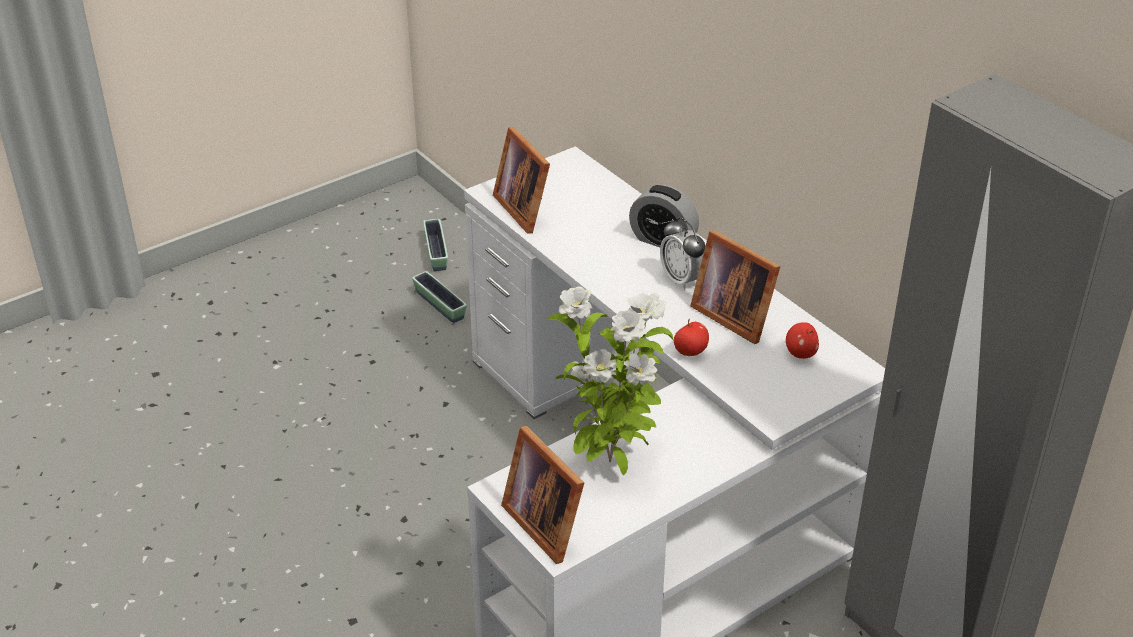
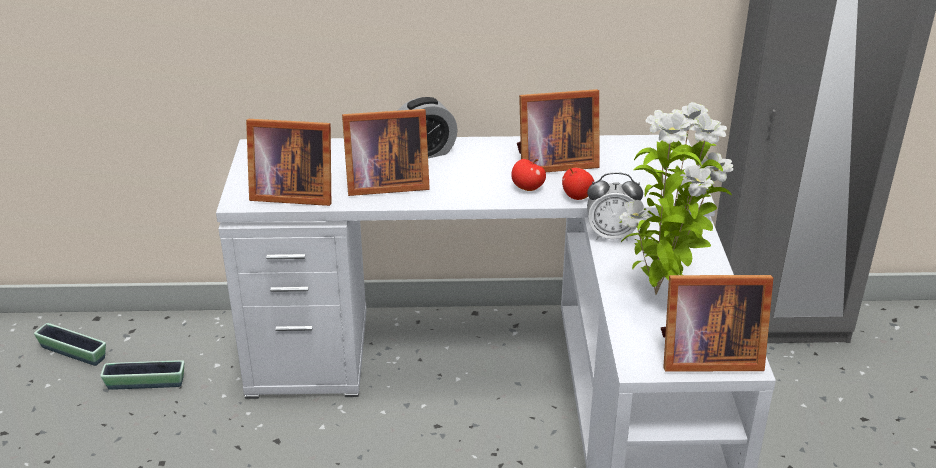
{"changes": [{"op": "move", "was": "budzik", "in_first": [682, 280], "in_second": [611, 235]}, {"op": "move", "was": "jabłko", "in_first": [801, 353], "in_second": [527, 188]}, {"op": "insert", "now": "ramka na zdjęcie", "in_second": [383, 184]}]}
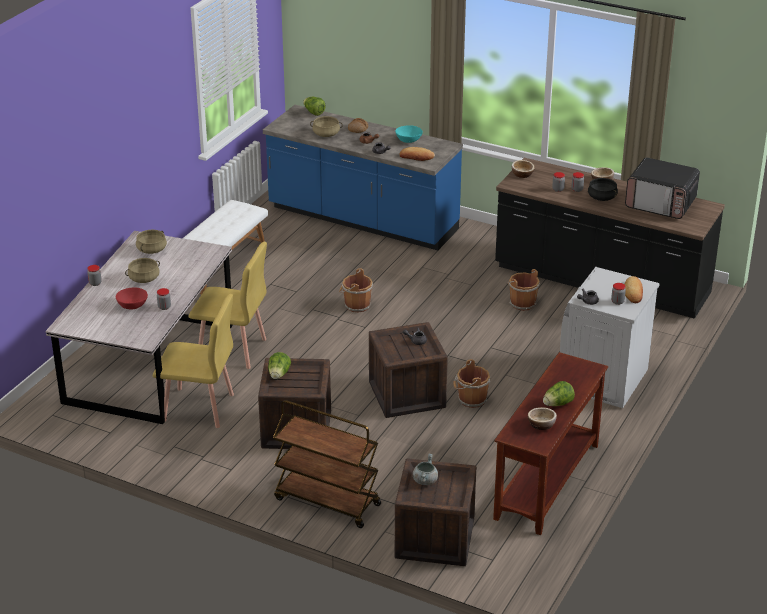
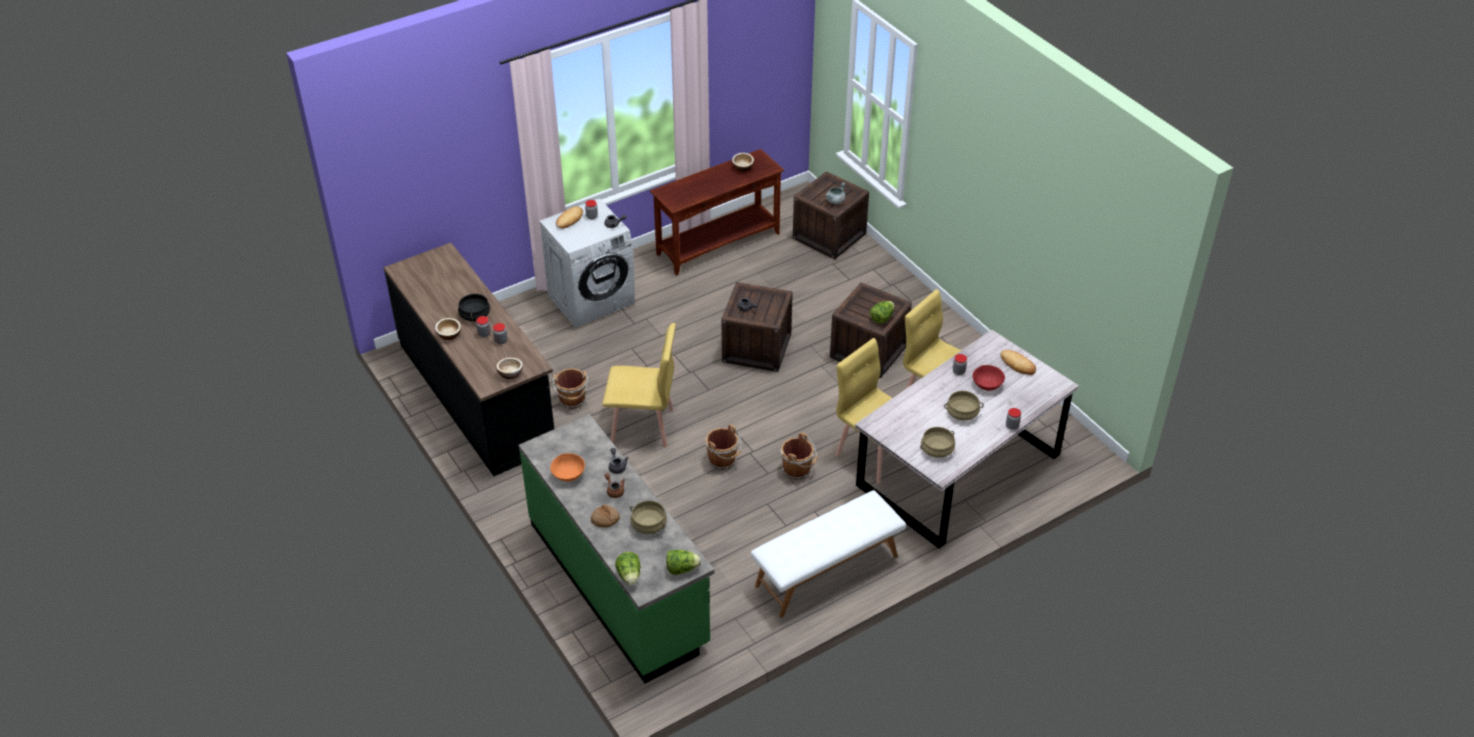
{"changes": [{"op": "recolor", "was": "zabudowa kuchenna/niebieski", "now": "zabudowa kuchenna/zielony", "in_first": [362, 220], "in_second": [619, 583]}, {"op": "delete", "was": "wózek/brązowy", "in_first": [326, 502]}, {"op": "recolor", "was": "miska/turkusowy", "now": "miska/pomarańczowy", "in_first": [408, 140], "in_second": [568, 475]}, {"op": "move", "was": "chleb", "in_first": [416, 157], "in_second": [1017, 364]}, {"op": "move", "was": "wiadro/brązowy", "in_first": [471, 400], "in_second": [798, 470]}, {"op": "move", "was": "sałata", "in_first": [557, 404], "in_second": [682, 569]}, {"op": "delete", "was": "mikrofalówka", "in_first": [661, 204]}, {"op": "insert", "now": "krzesło/żółty", "in_second": [643, 426]}]}
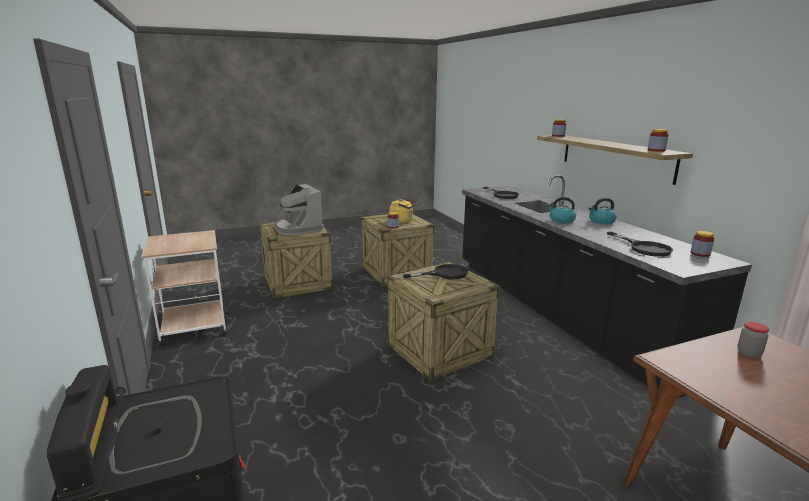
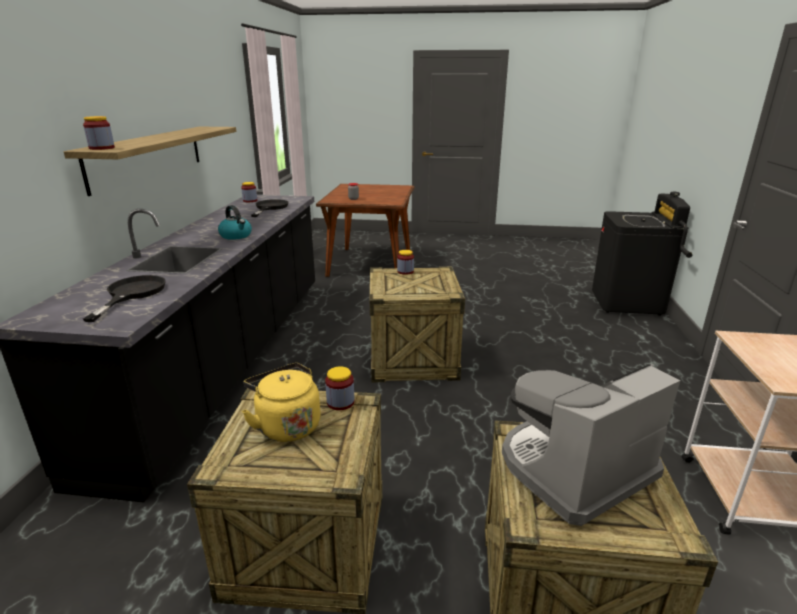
{"changes": [{"op": "rotate", "was": "ekspres do kawy", "in_first": [298, 228], "in_second": [573, 469], "clockwise": -120}, {"op": "delete", "was": "patelnia/czarny", "in_first": [444, 274]}, {"op": "delete", "was": "czajnik", "in_first": [601, 221]}, {"op": "move", "was": "słoik", "in_first": [656, 150], "in_second": [405, 271]}]}
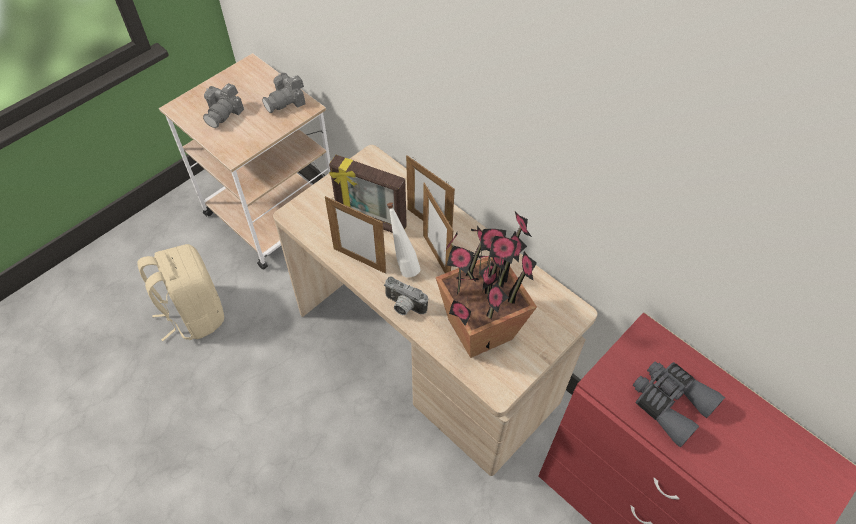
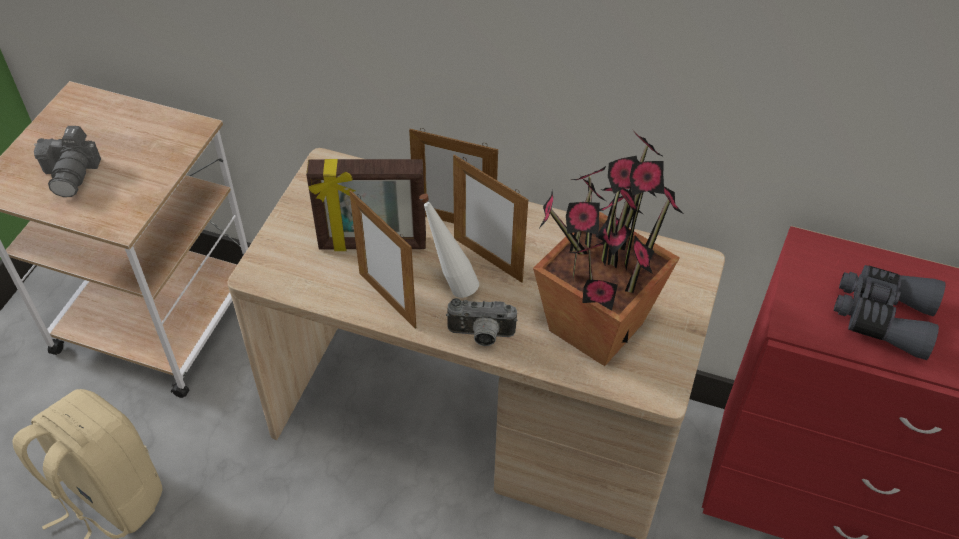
{"changes": [{"op": "delete", "was": "aparat fotograficzny", "in_first": [286, 101]}, {"op": "rotate", "was": "ramka na zdjęcie", "in_first": [359, 260], "in_second": [387, 300], "clockwise": 45}]}
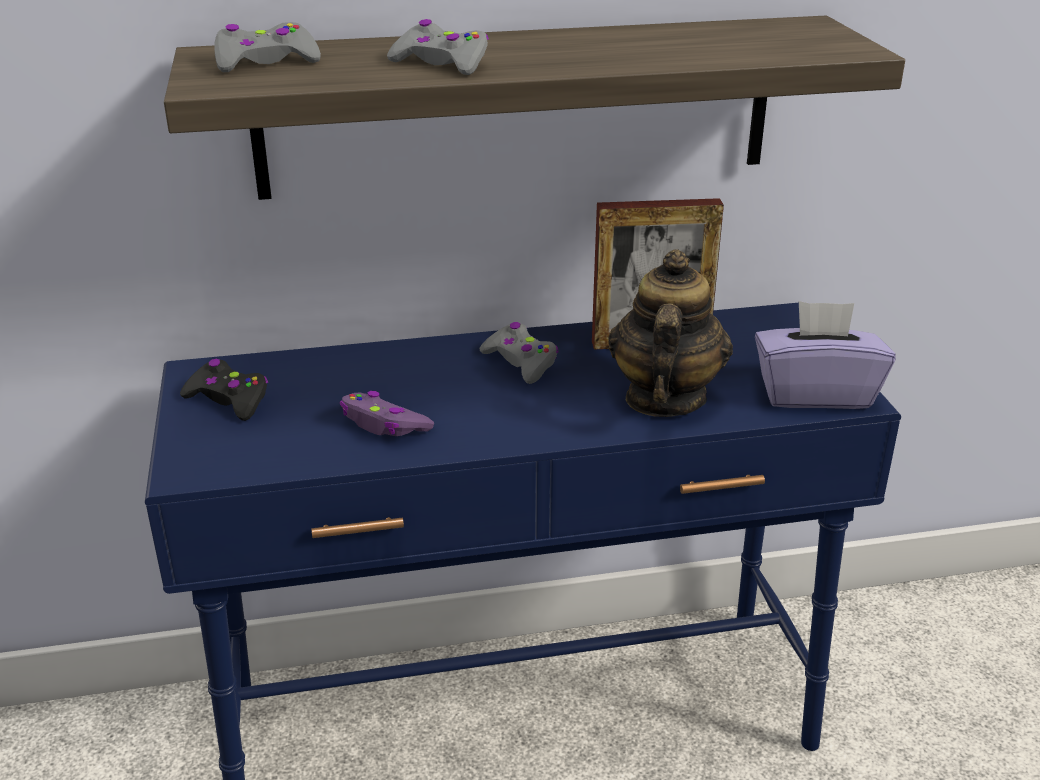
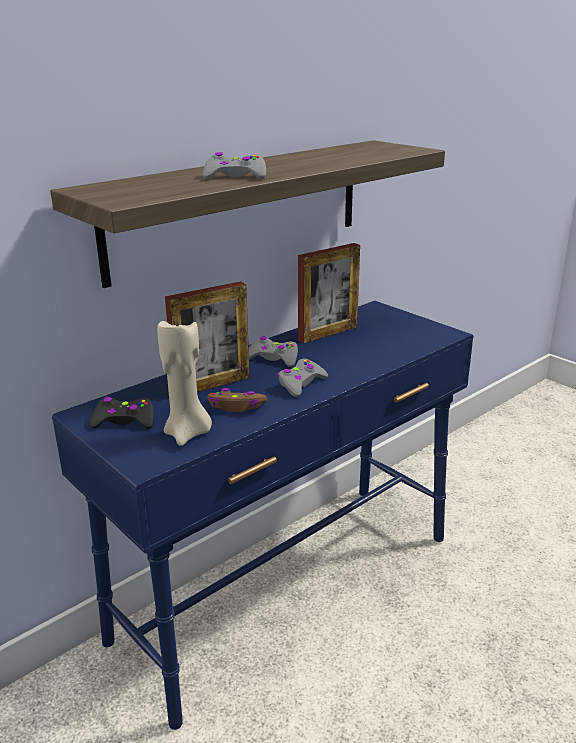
{"changes": [{"op": "move", "was": "pad do gier/szary", "in_first": [265, 62], "in_second": [301, 384]}, {"op": "recolor", "was": "pad do gier/fioletowy", "now": "pad do gier/brązowy", "in_first": [384, 425], "in_second": [236, 406]}, {"op": "delete", "was": "imbryk", "in_first": [664, 398]}, {"op": "delete", "was": "pudełko chusteczek/fioletowy", "in_first": [815, 393]}, {"op": "insert", "now": "świeca/beżowy", "in_second": [188, 434]}, {"op": "insert", "now": "ramka na zdjęcie", "in_second": [212, 385]}]}
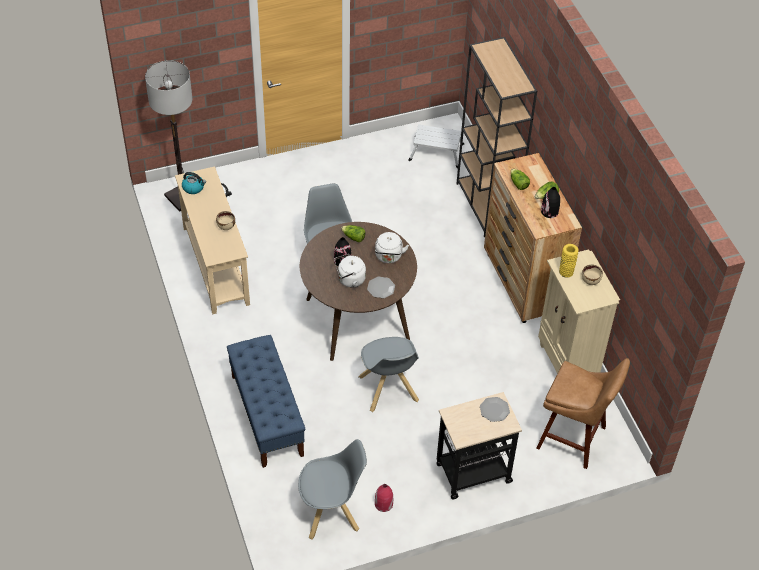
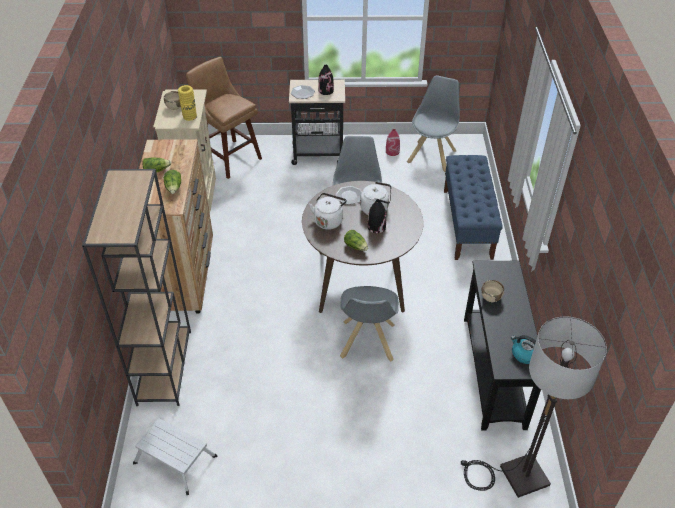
{"changes": [{"op": "recolor", "was": "stolik konsolowy/beżowy", "now": "stolik konsolowy/czarny", "in_first": [215, 265], "in_second": [494, 372]}, {"op": "rotate", "was": "krzesło/szary", "in_first": [331, 511], "in_second": [432, 155], "clockwise": 105}, {"op": "move", "was": "wazon/czarny", "in_first": [549, 212], "in_second": [326, 90]}]}
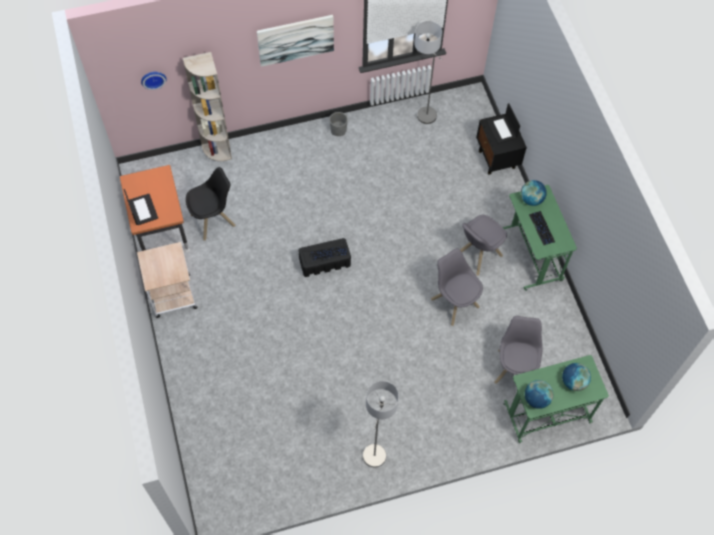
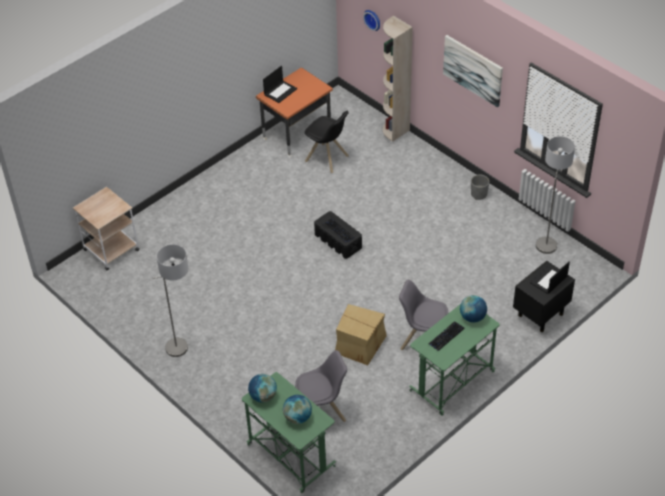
{"changes": [{"op": "move", "was": "wózek/beżowy", "in_first": [172, 294], "in_second": [112, 249]}, {"op": "replace", "was": "krzesło/szary", "now": "karton", "in_first": [454, 303], "in_second": [359, 344]}]}
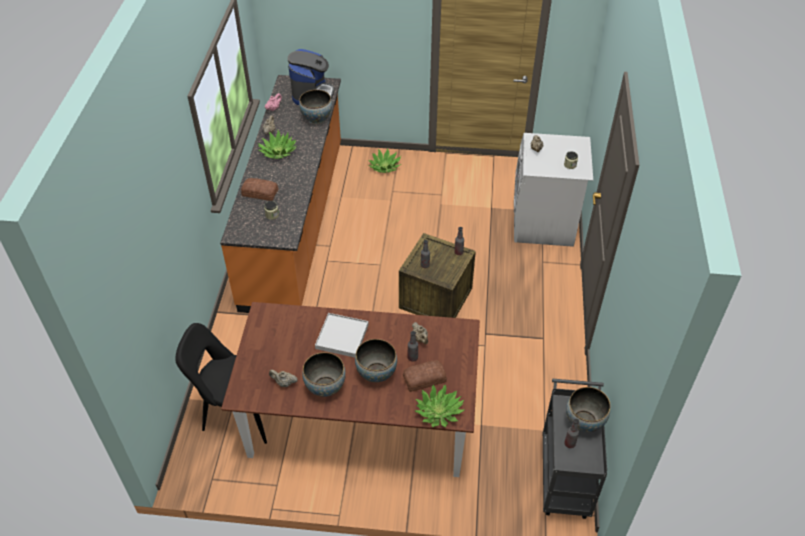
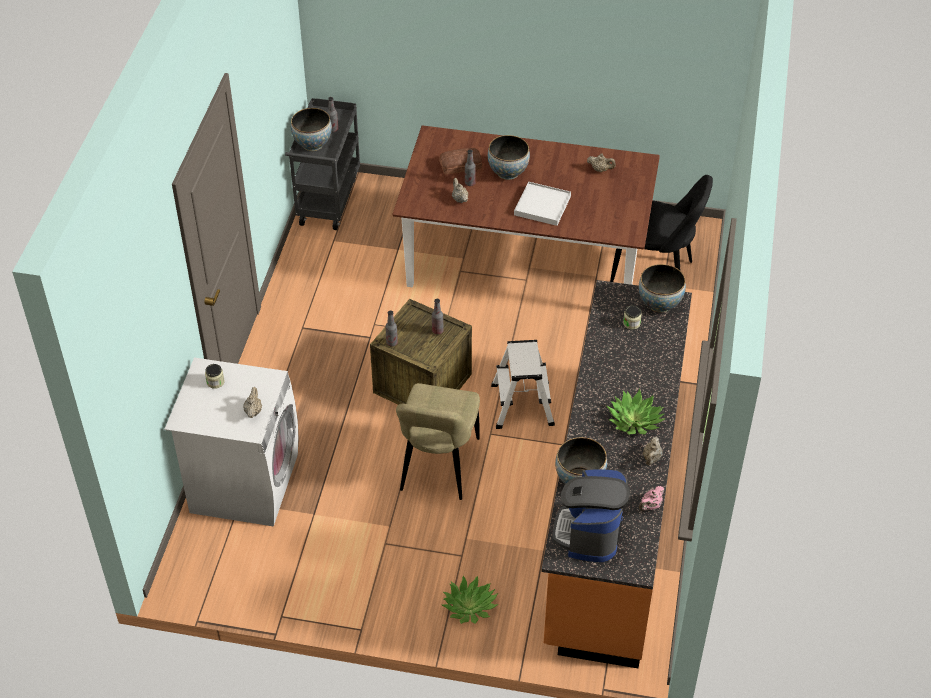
{"changes": [{"op": "delete", "was": "chleb", "in_first": [260, 193]}, {"op": "move", "was": "miska", "in_first": [325, 387], "in_second": [659, 304]}, {"op": "delete", "was": "roślina doniczkowa", "in_first": [439, 411]}, {"op": "insert", "now": "krzesło/beżowy", "in_second": [438, 468]}, {"op": "insert", "now": "drabinka/biały", "in_second": [522, 405]}]}
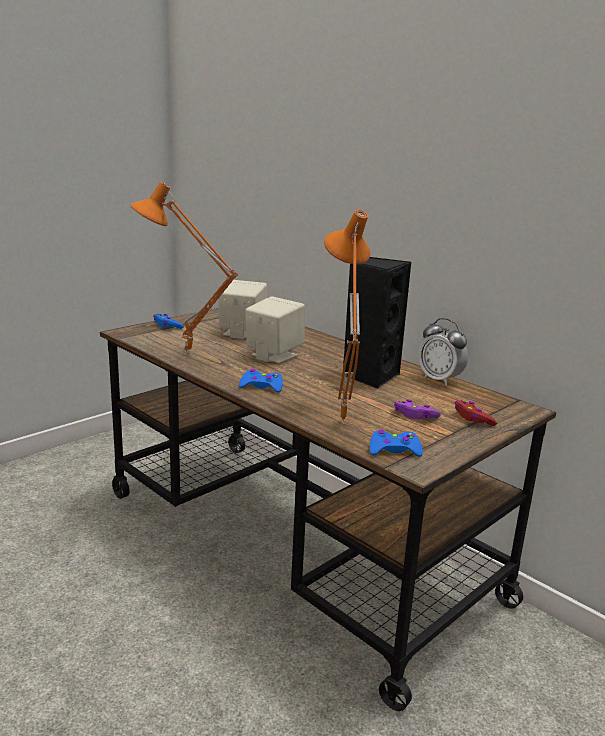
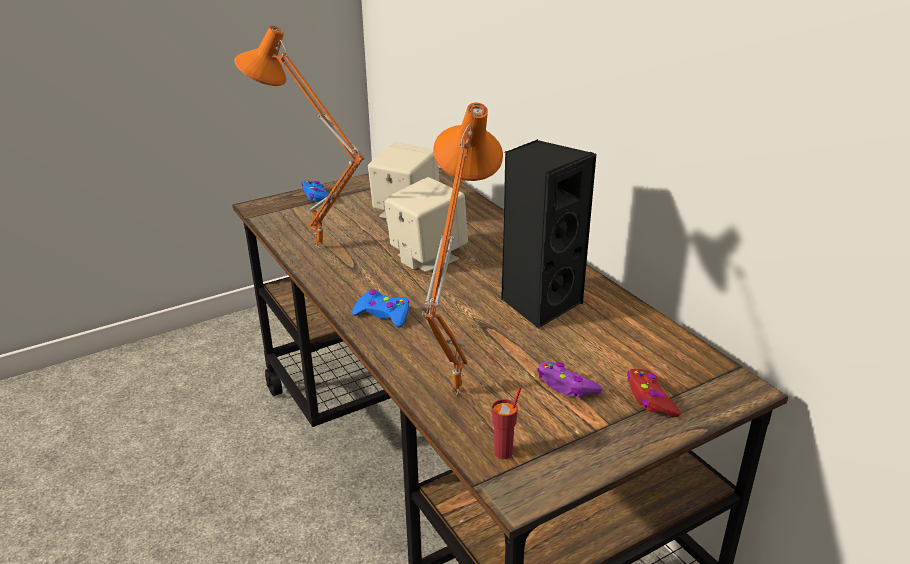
{"changes": [{"op": "replace", "was": "pad do gier/niebieski", "now": "filiżanka/czerwony", "in_first": [394, 450], "in_second": [504, 453]}, {"op": "delete", "was": "budzik", "in_first": [439, 379]}]}
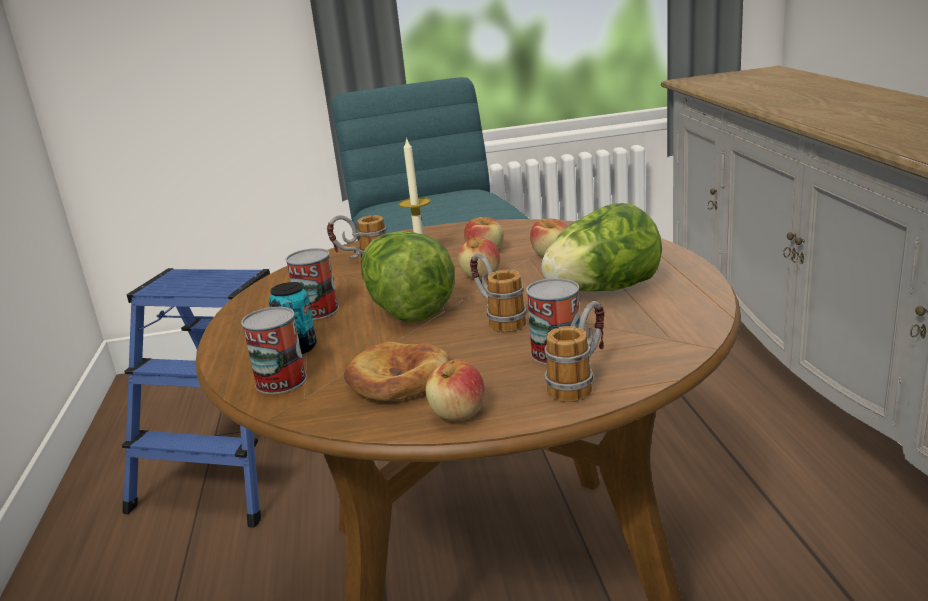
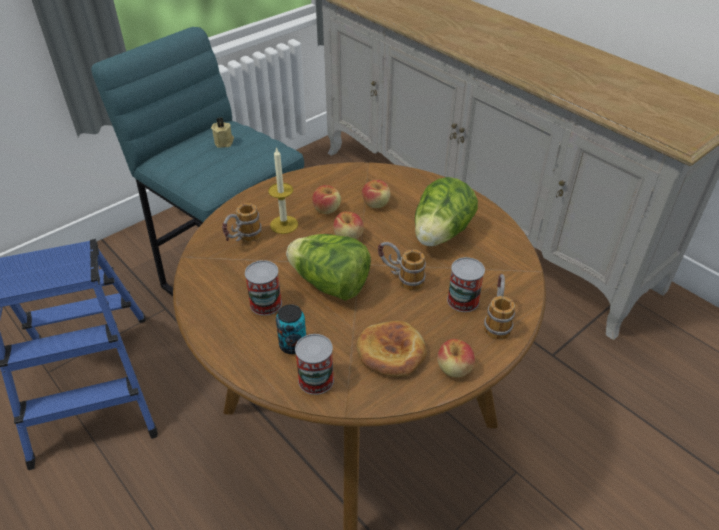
{"changes": [{"op": "insert", "now": "świeca/beżowy", "in_second": [224, 142]}]}
